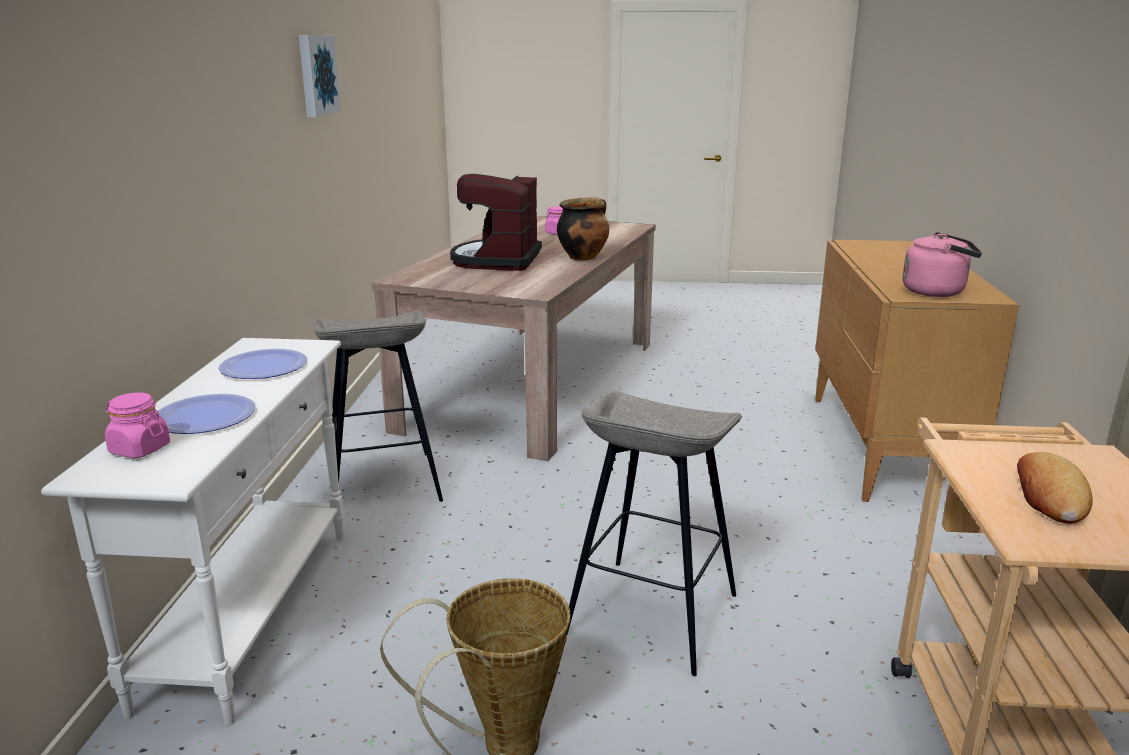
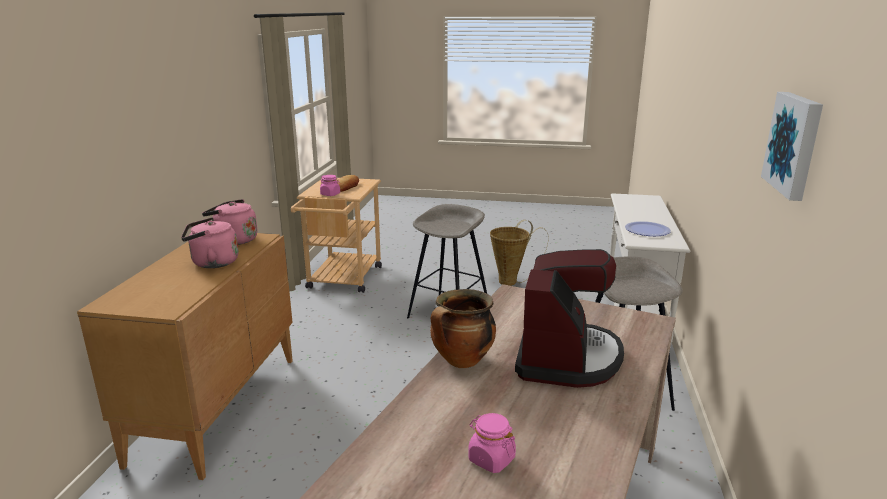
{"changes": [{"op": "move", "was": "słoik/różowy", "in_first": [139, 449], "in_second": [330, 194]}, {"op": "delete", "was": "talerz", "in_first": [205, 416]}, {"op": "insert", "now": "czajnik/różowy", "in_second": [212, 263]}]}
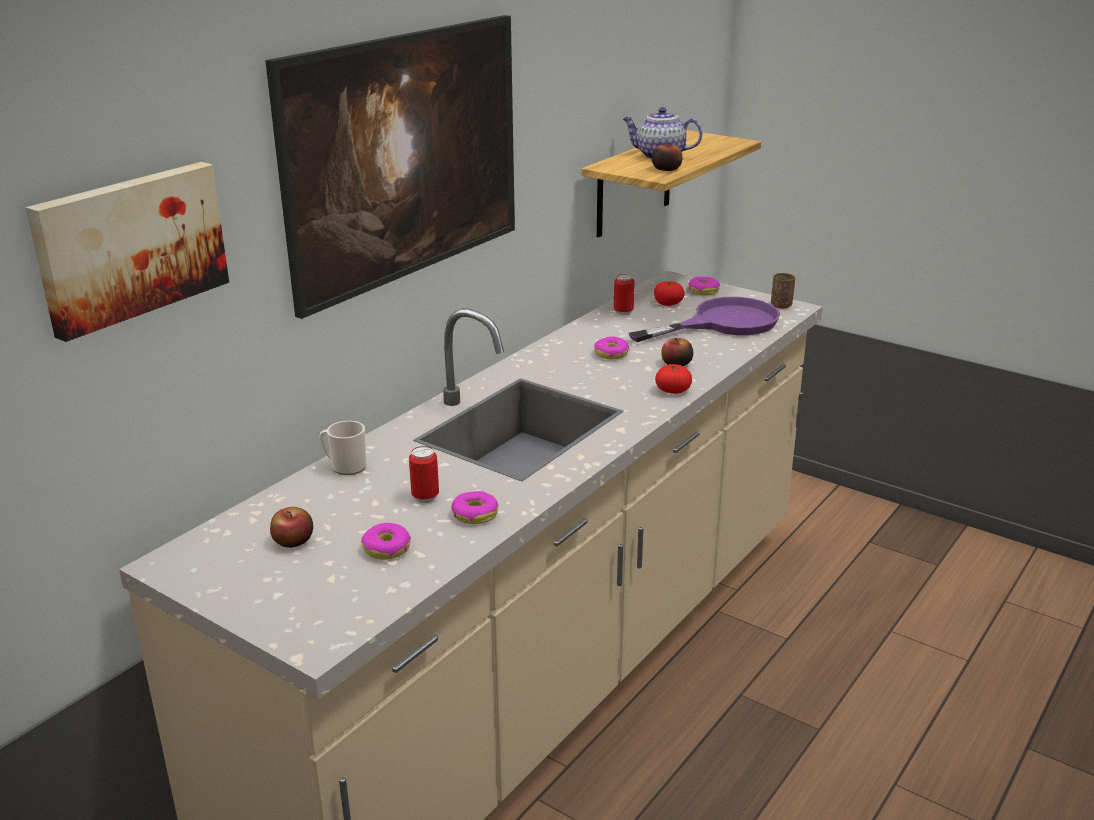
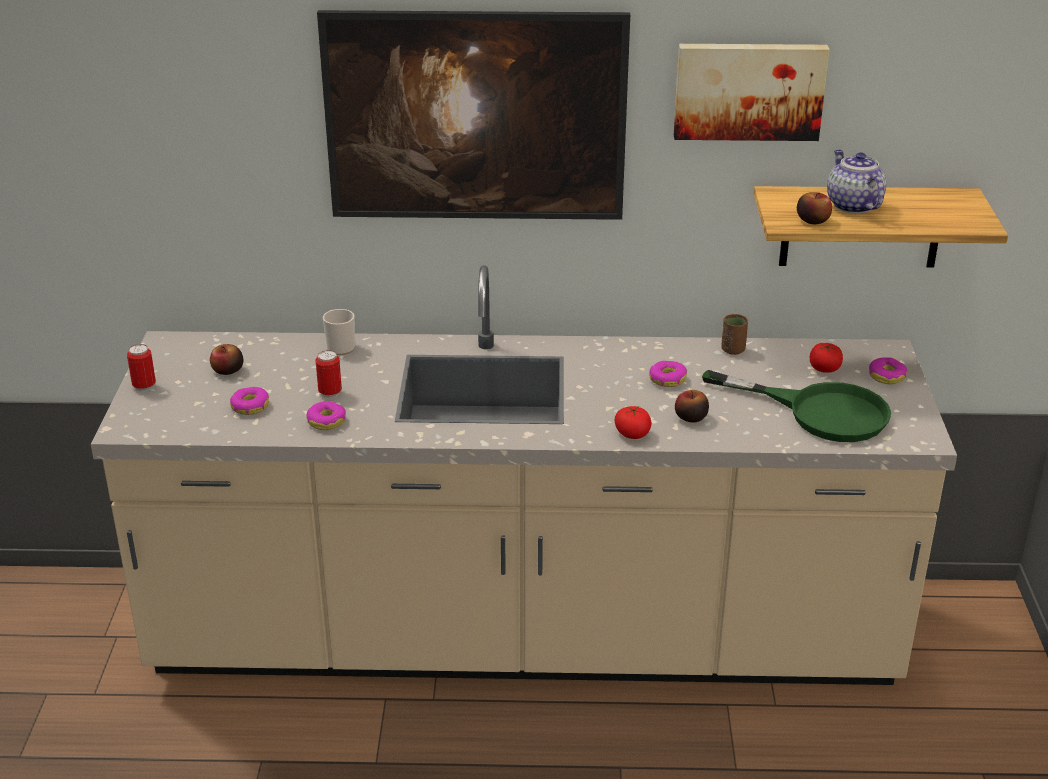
{"changes": [{"op": "move", "was": "obraz", "in_first": [130, 246], "in_second": [748, 90]}, {"op": "move", "was": "puszka", "in_first": [623, 312], "in_second": [144, 386]}, {"op": "recolor", "was": "patelnia/fioletowy", "now": "patelnia/zielony", "in_first": [722, 323], "in_second": [819, 411]}, {"op": "move", "was": "filiżanka/brązowy", "in_first": [781, 305], "in_second": [733, 350]}]}
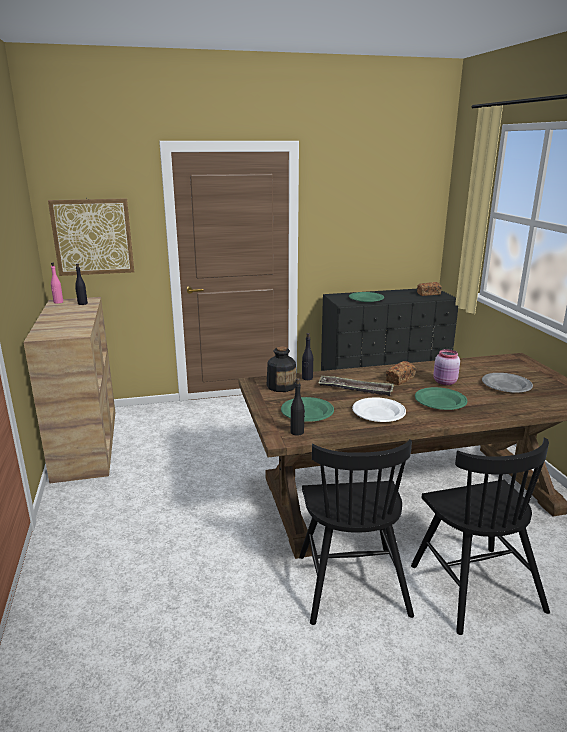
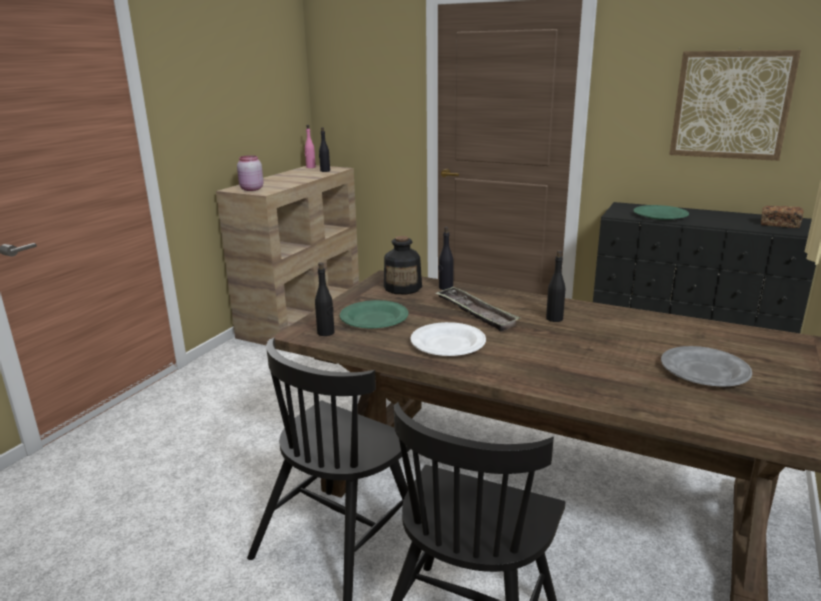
{"changes": [{"op": "move", "was": "obraz", "in_first": [92, 236], "in_second": [731, 104]}, {"op": "replace", "was": "chleb", "now": "butelka/czarny", "in_first": [400, 379], "in_second": [554, 318]}, {"op": "delete", "was": "talerz/zielony", "in_first": [440, 402]}, {"op": "move", "was": "słoik/różowy", "in_first": [445, 382], "in_second": [251, 189]}]}
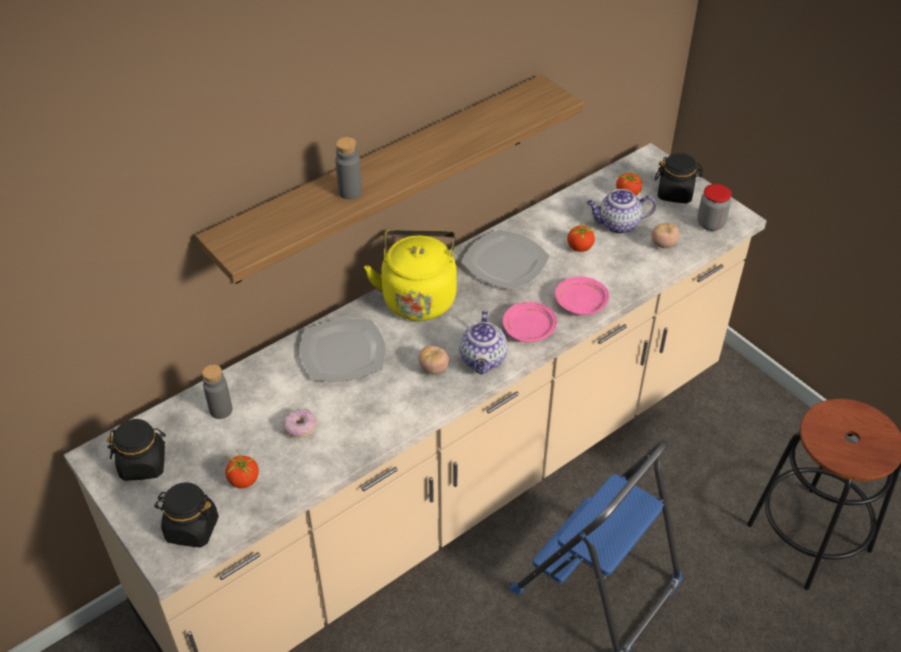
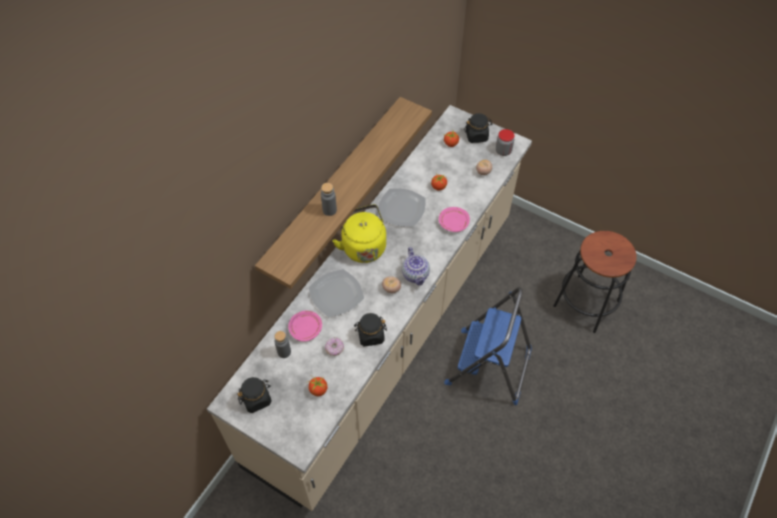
{"changes": [{"op": "move", "was": "słoik/czarny", "in_first": [191, 528], "in_second": [370, 335]}, {"op": "move", "was": "talerz/różowy", "in_first": [529, 328], "in_second": [305, 328]}, {"op": "delete", "was": "imbryk", "in_first": [617, 224]}]}
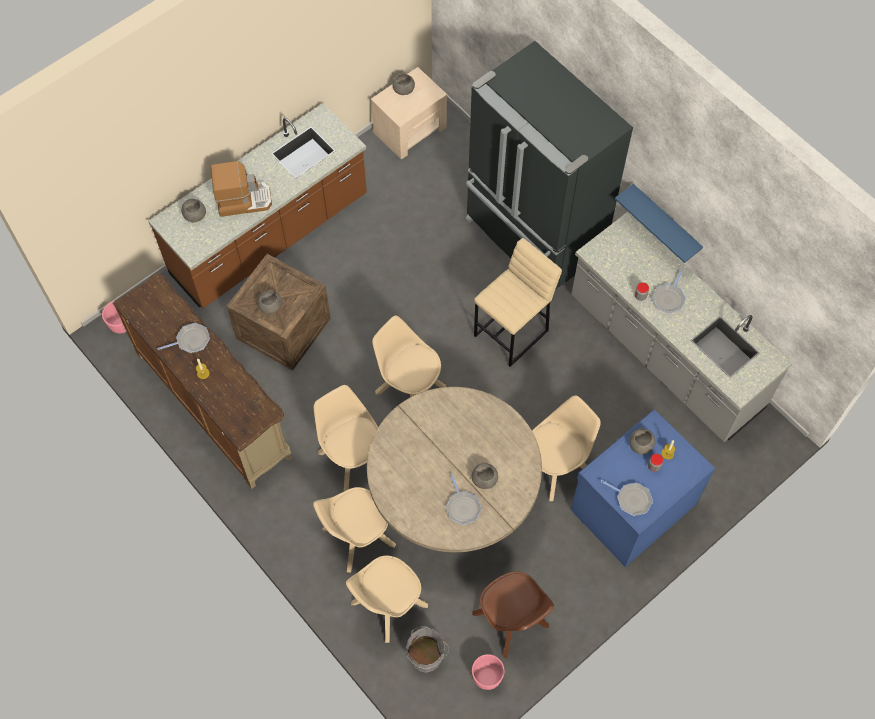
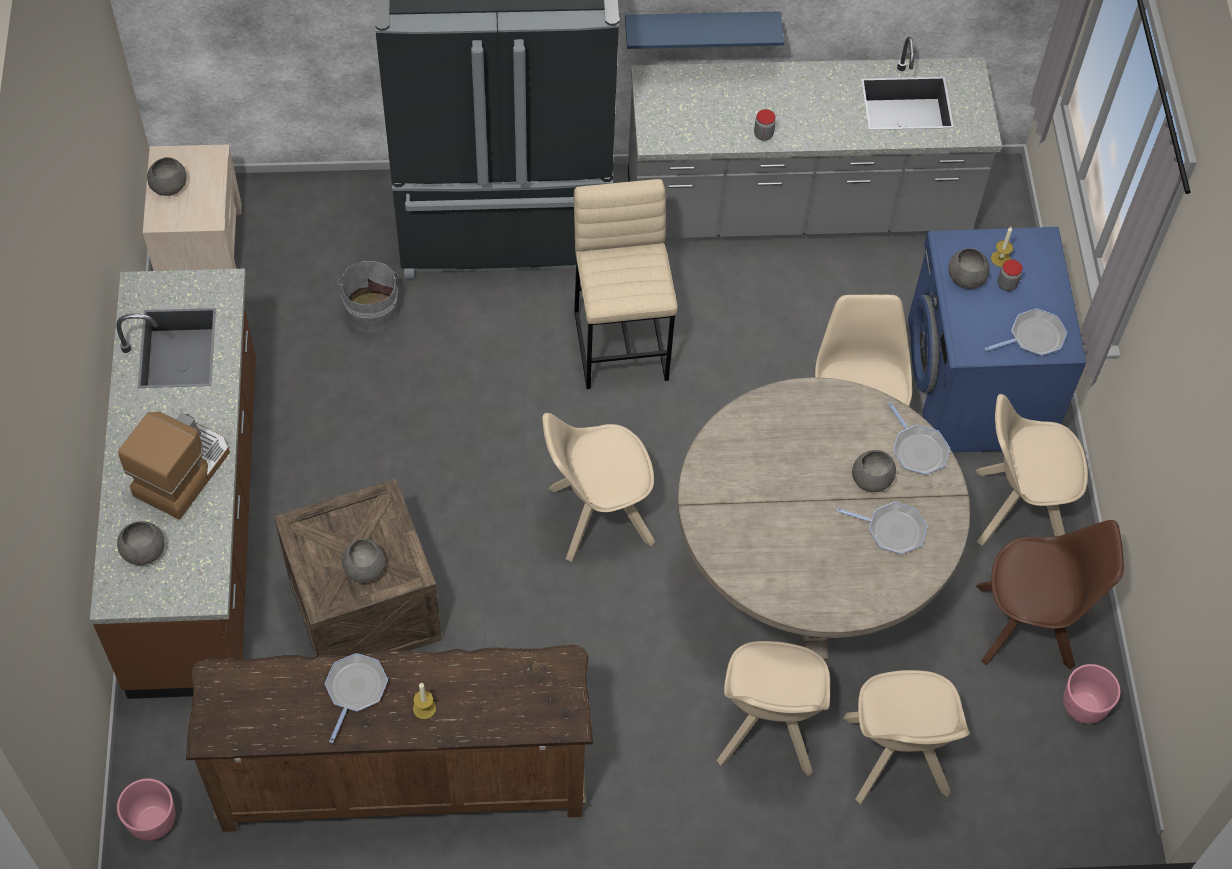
{"changes": [{"op": "move", "was": "krzesło/beżowy", "in_first": [352, 457], "in_second": [1017, 509]}, {"op": "move", "was": "wiadro/szary", "in_first": [427, 654], "in_second": [372, 311]}, {"op": "move", "was": "patelnia", "in_first": [669, 298], "in_second": [917, 450]}]}
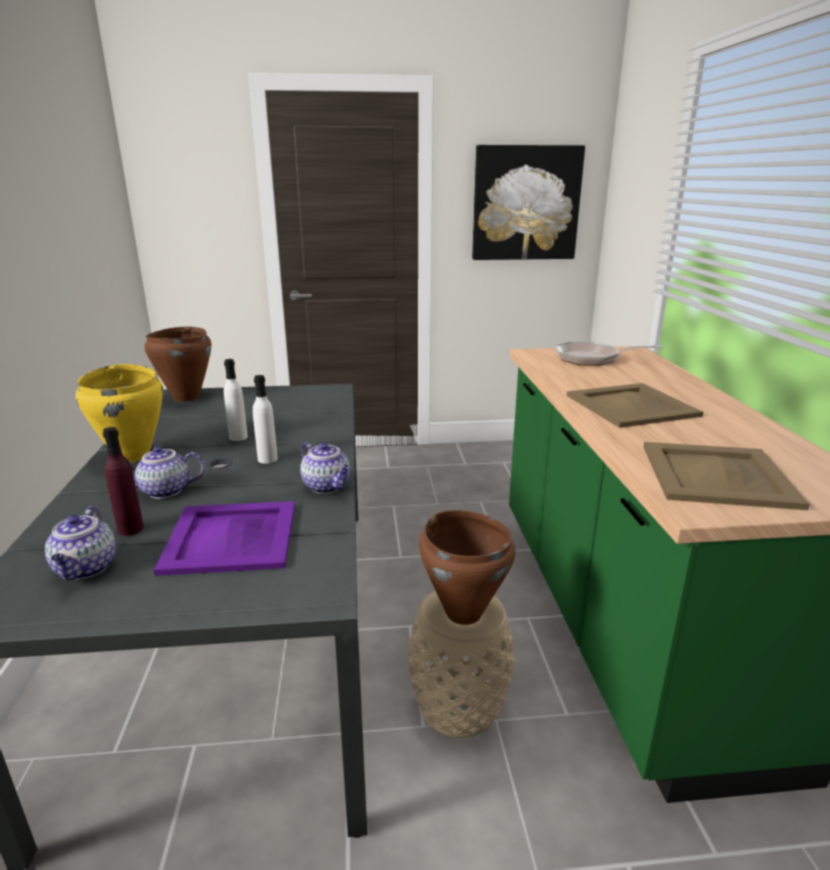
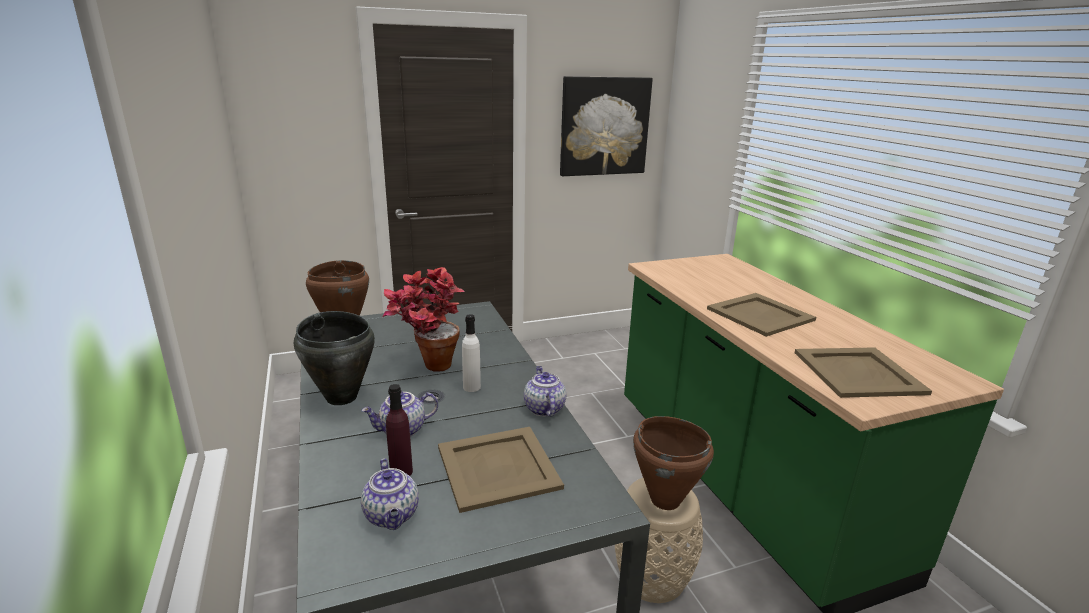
{"changes": [{"op": "recolor", "was": "garnek/żółty", "now": "garnek/czarny", "in_first": [133, 455], "in_second": [342, 397]}, {"op": "recolor", "was": "taca/fioletowy", "now": "taca/beżowy", "in_first": [230, 538], "in_second": [497, 468]}, {"op": "replace", "was": "butelka/biały", "now": "roślina doniczkowa", "in_first": [238, 437], "in_second": [427, 367]}, {"op": "rotate", "was": "imbryk", "in_first": [327, 486], "in_second": [543, 408], "clockwise": -135}, {"op": "delete", "was": "patelnia", "in_first": [592, 359]}]}
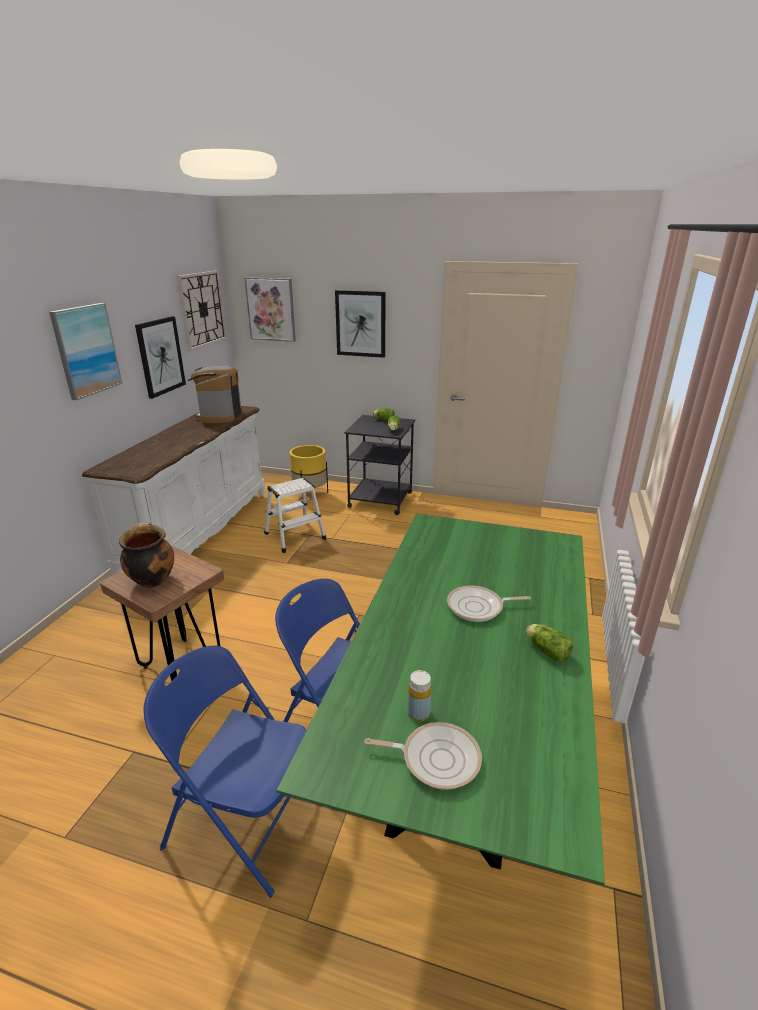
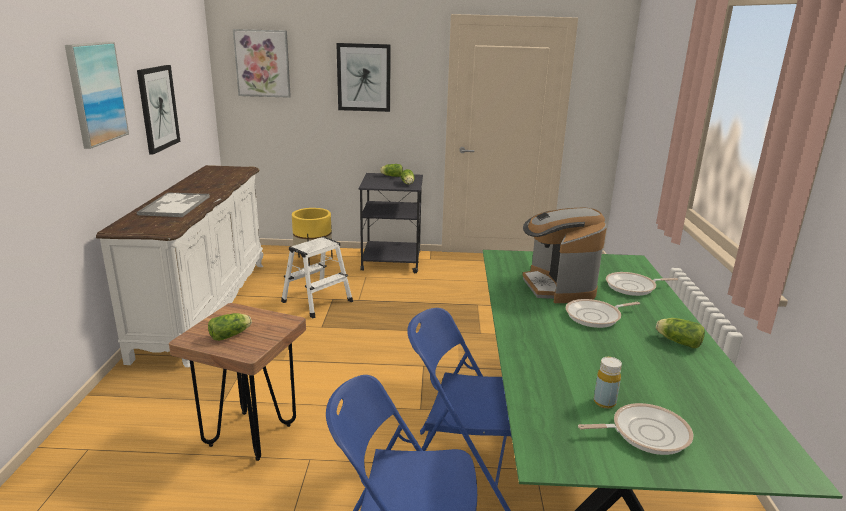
{"changes": [{"op": "replace", "was": "garnek", "now": "sałata", "in_first": [152, 580], "in_second": [231, 335]}, {"op": "delete", "was": "zegar ścienny", "in_first": [202, 309]}, {"op": "move", "was": "ekspres do kawy", "in_first": [219, 416], "in_second": [558, 287]}, {"op": "insert", "now": "taca", "in_second": [175, 205]}, {"op": "insert", "now": "patelnia", "in_second": [633, 287]}]}
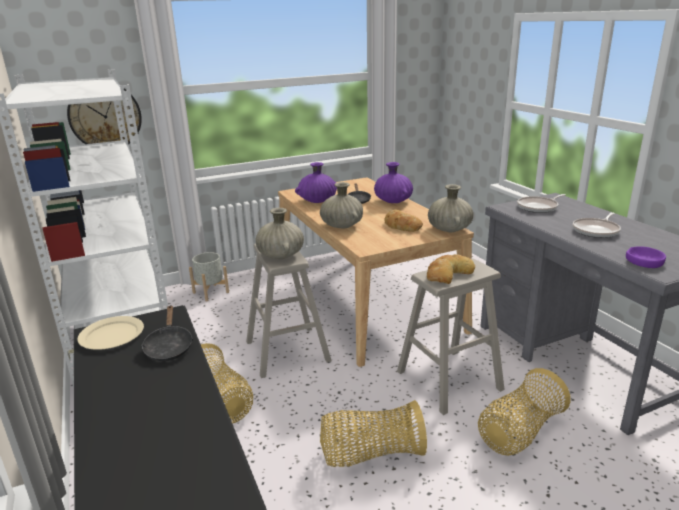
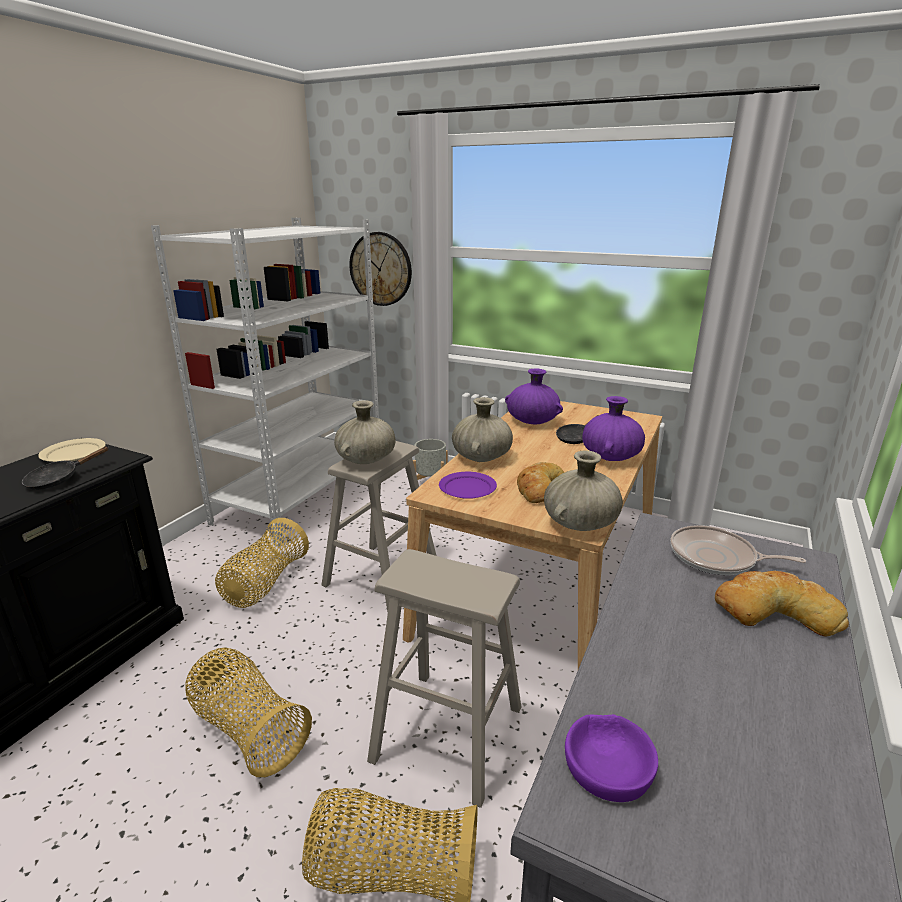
{"changes": [{"op": "move", "was": "chleb", "in_first": [448, 273], "in_second": [775, 610]}, {"op": "delete", "was": "patelnia", "in_first": [596, 231]}, {"op": "insert", "now": "talerz/fioletowy", "in_second": [467, 487]}]}
